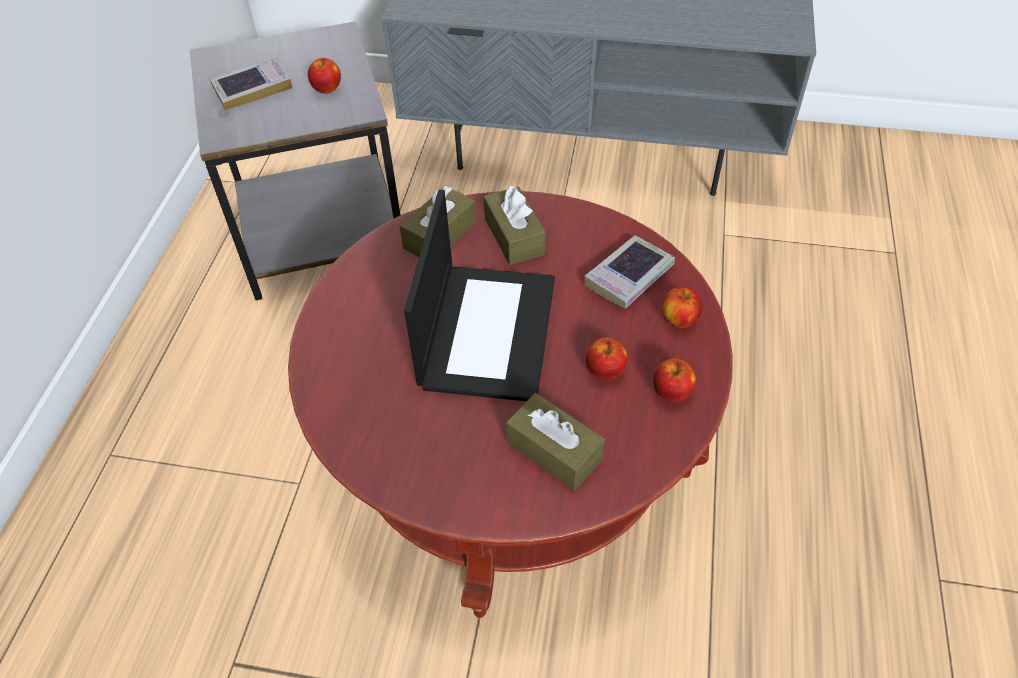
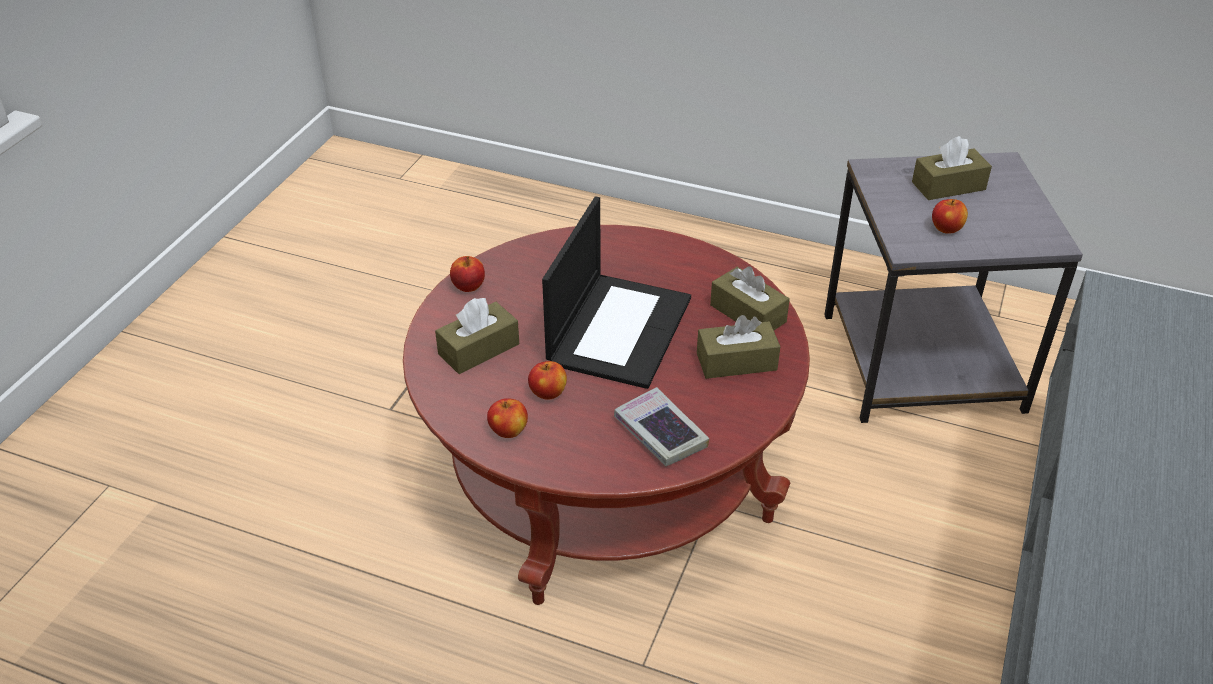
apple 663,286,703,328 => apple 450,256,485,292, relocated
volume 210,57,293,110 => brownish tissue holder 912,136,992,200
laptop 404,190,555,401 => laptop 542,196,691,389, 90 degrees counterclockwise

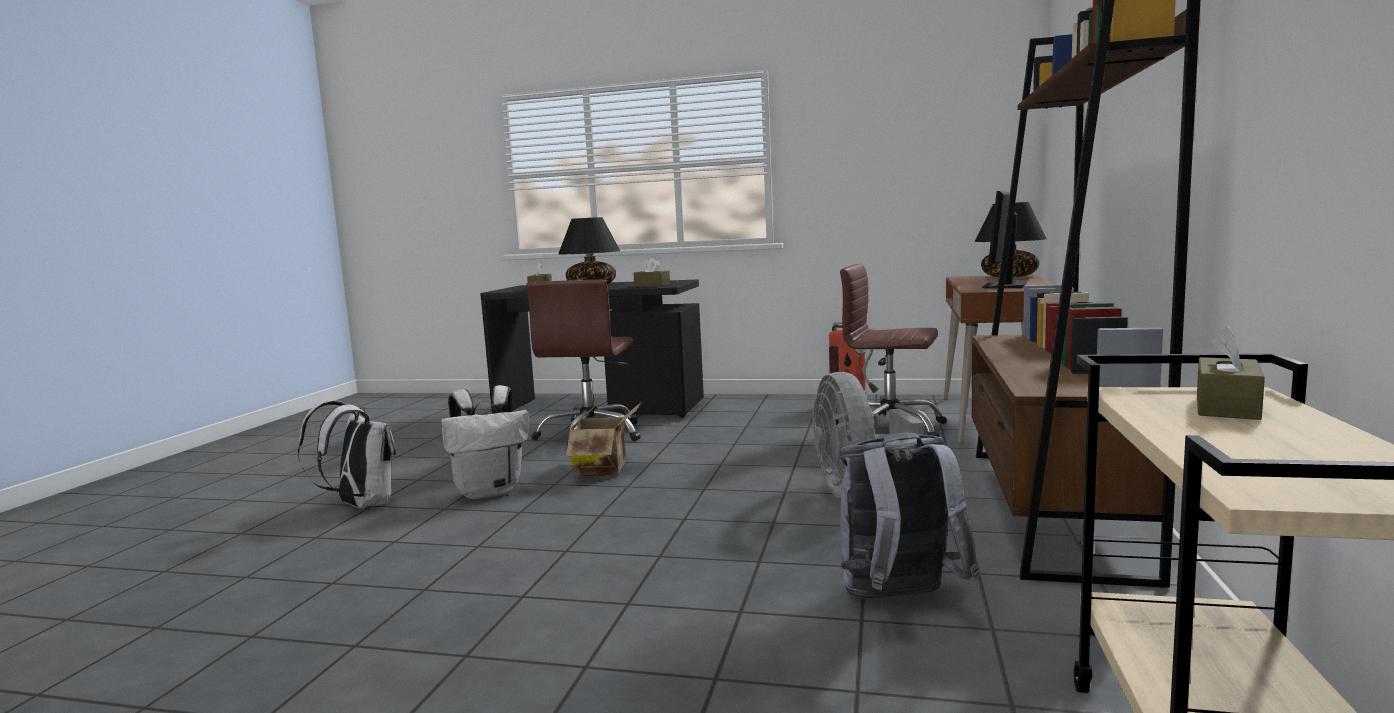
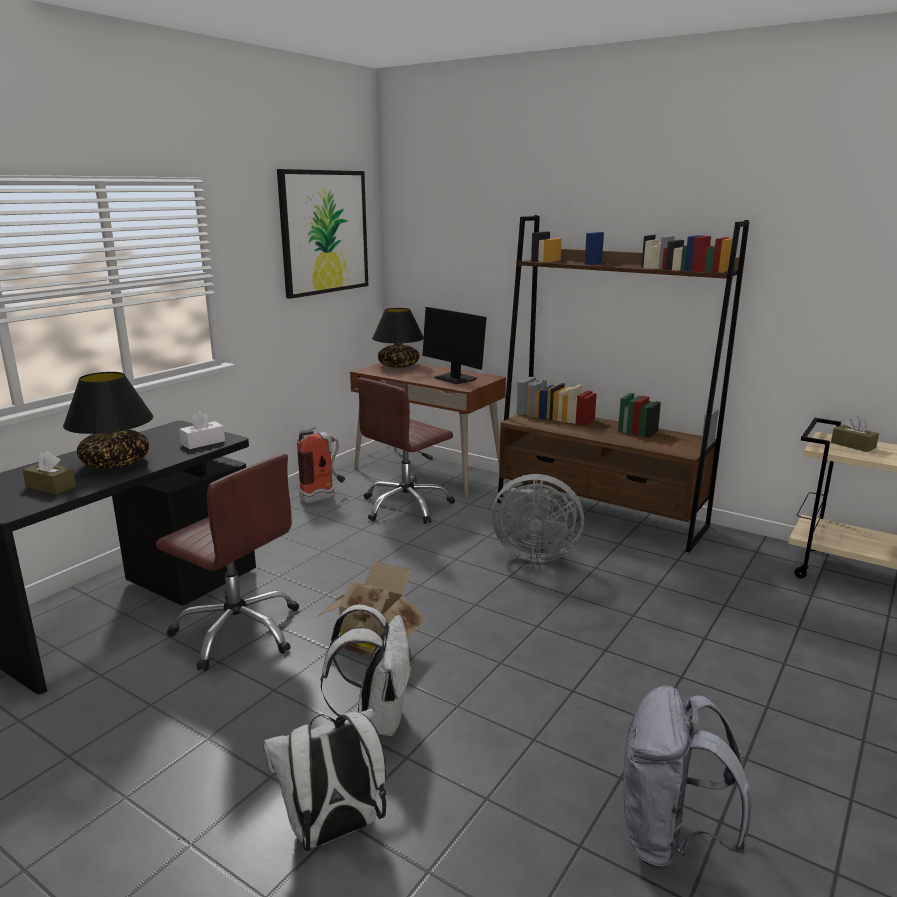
nothing => wall picture 277,169,368,299
grey backpack 839,432,980,599 => grey backpack 623,685,752,870, relocated
brownish tissue holder 633,258,670,287 => whitish tissue holder 179,411,225,449

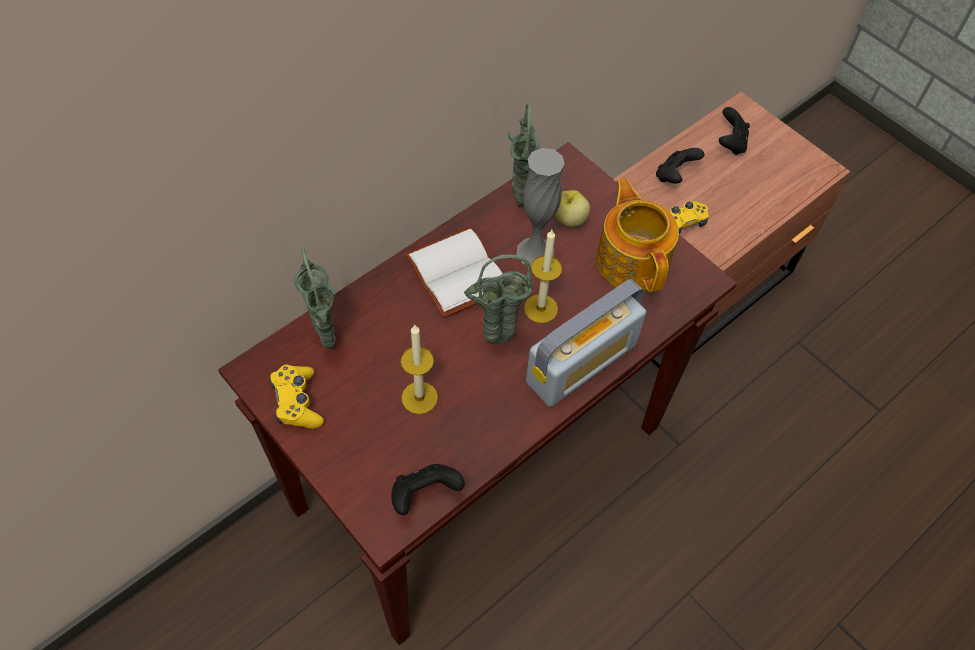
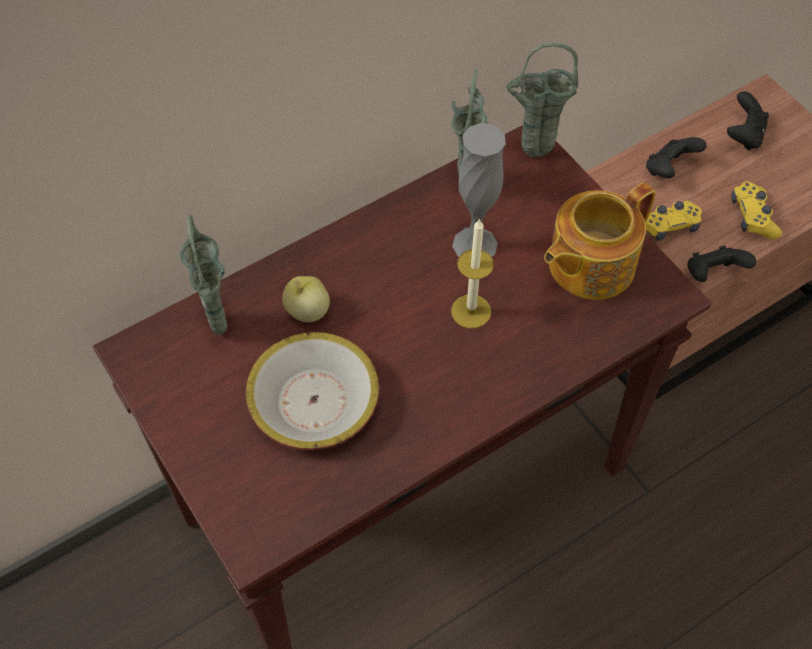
whitish volume 404,227,503,318 => nothing
radio receiver 526,279,646,407 => nothing
yellow-coloured joypad 270,365,324,429 => yellow-coloured joypad 731,182,782,240, relocated
black joypad 391,464,465,515 => black joypad 687,246,756,282, relocated
green-coloured vase 464,255,533,344 => green-coloured vase 506,43,578,157, relocated
apple 554,190,590,227 => apple 282,276,330,322, relocated
wax candle 401,325,438,414 => serving bowl 246,332,379,450
pot for tea 596,178,679,293 => pot for tea 544,183,655,300, 120 degrees counterclockwise

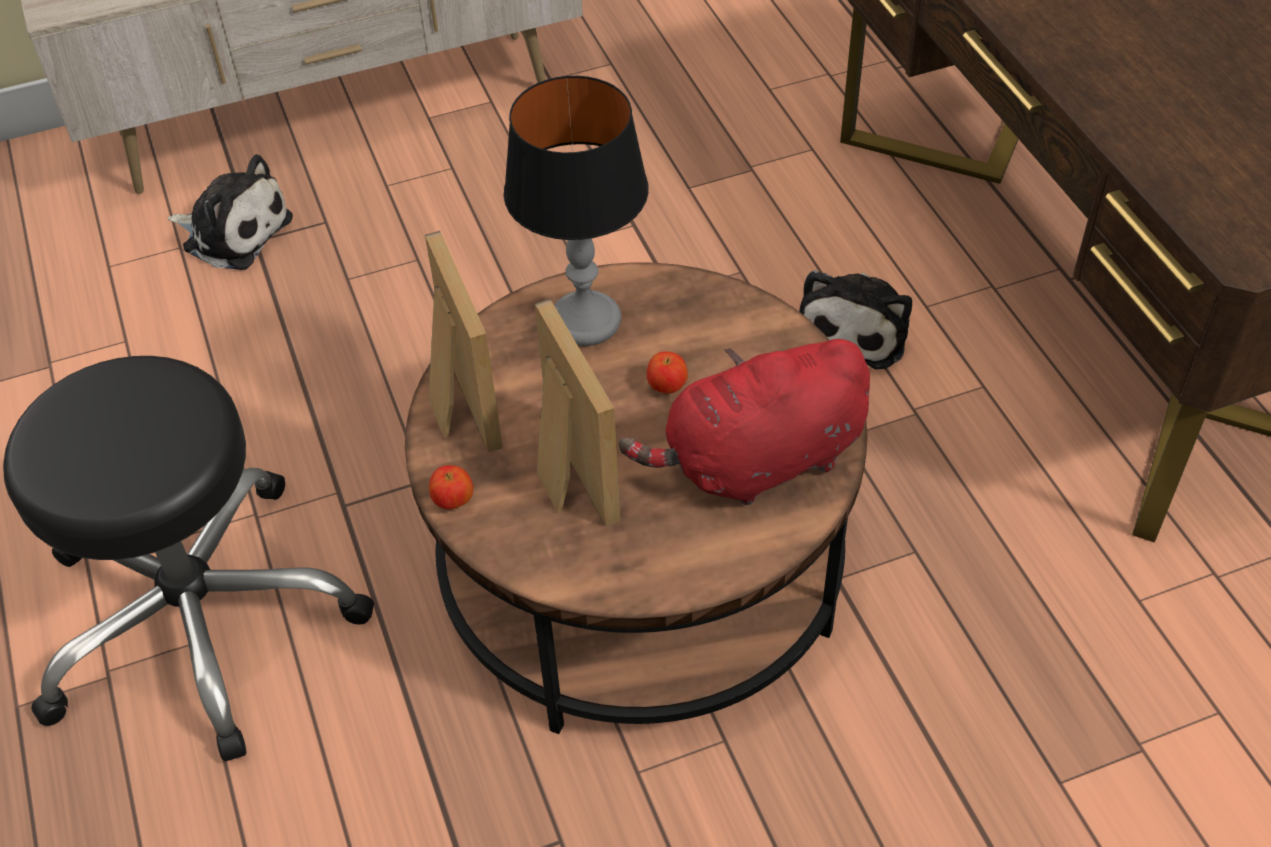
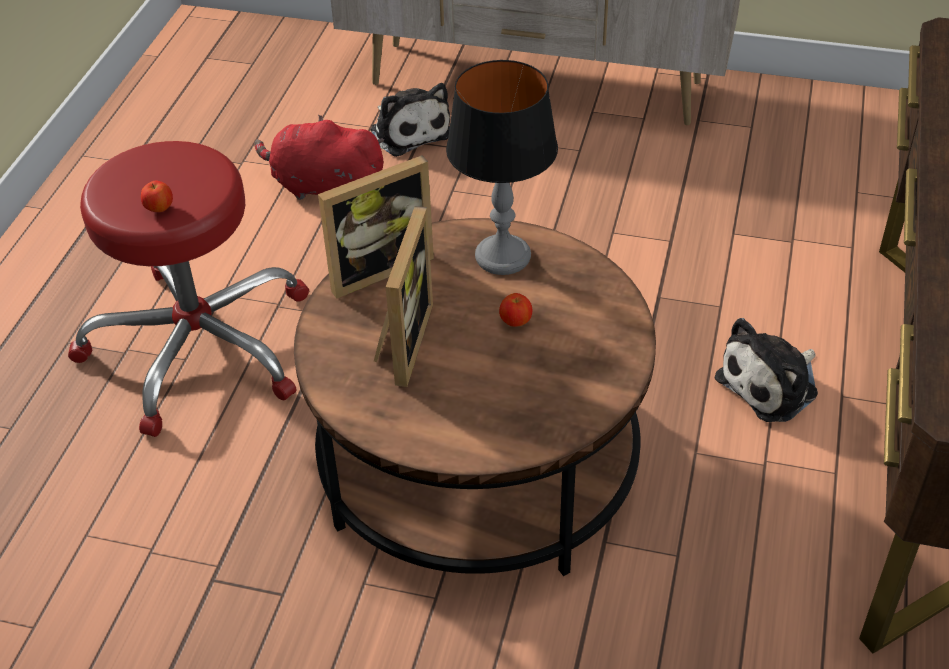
apple 429,465,473,509 => apple 141,181,173,212, relocated
red soft toy 619,339,870,505 => red soft toy 254,114,384,200, relocated
black stool 3,356,374,762 => red stool 68,141,309,437
standing frame 425,231,503,453 => standing frame 318,155,434,299, 45 degrees clockwise

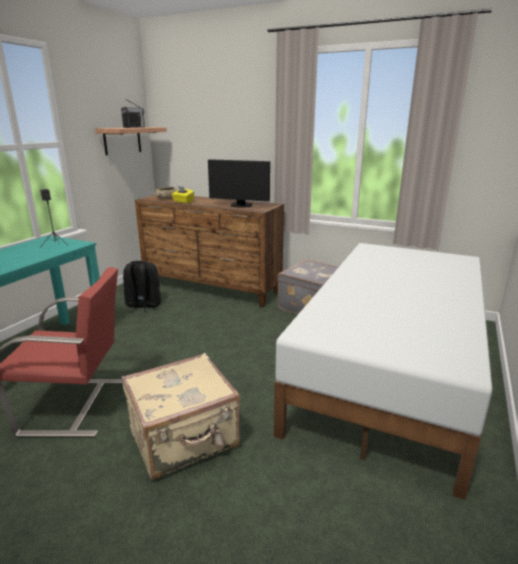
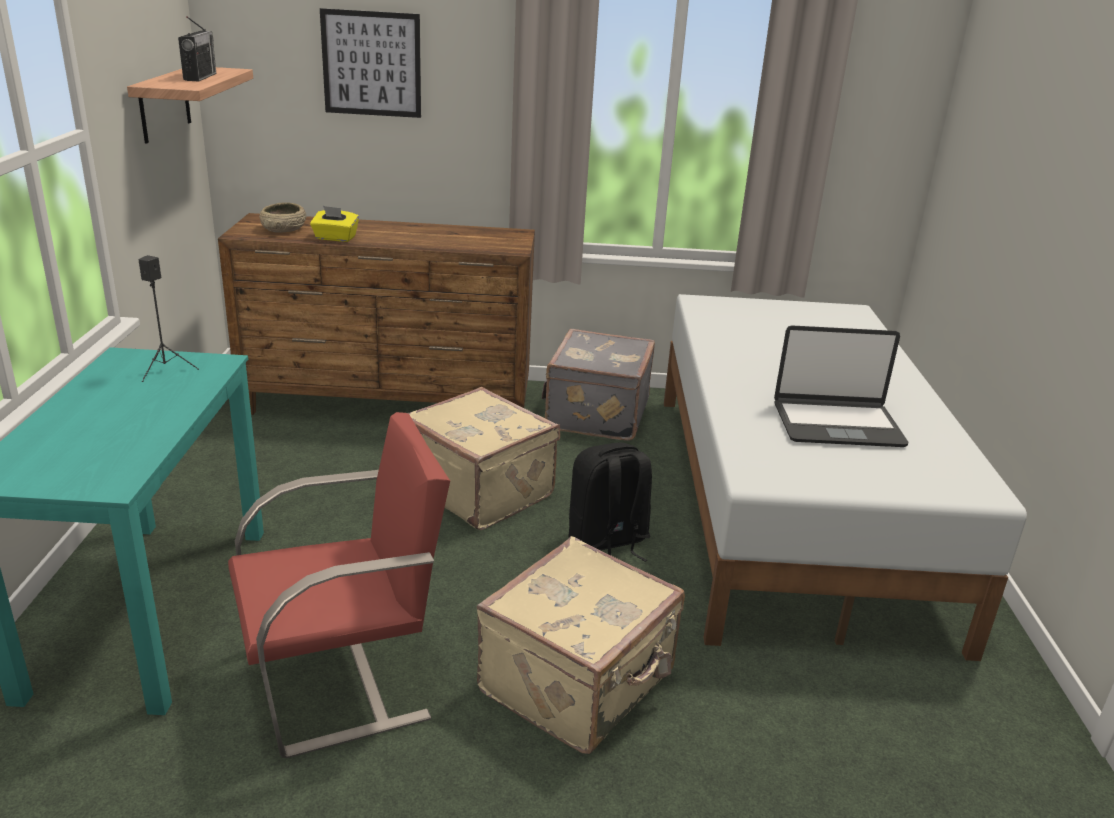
monitor 208,159,270,208 => nothing
nothing => wall picture 320,8,421,118
nothing => beige-coloured suitcase 408,387,560,530
nothing => laptop 774,325,908,447
black backpack 123,261,161,313 => black backpack 569,442,652,562, relocated

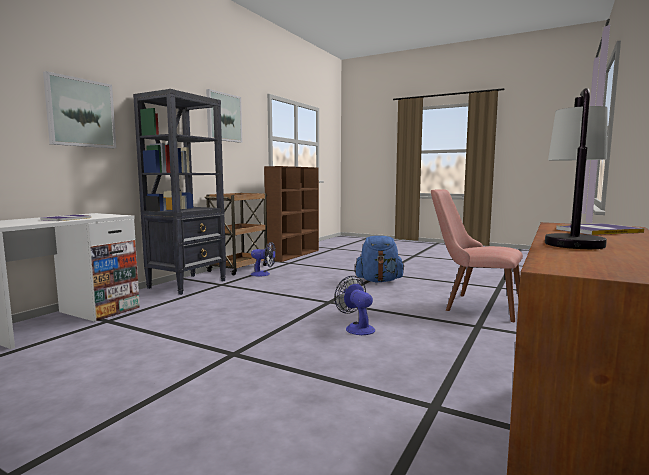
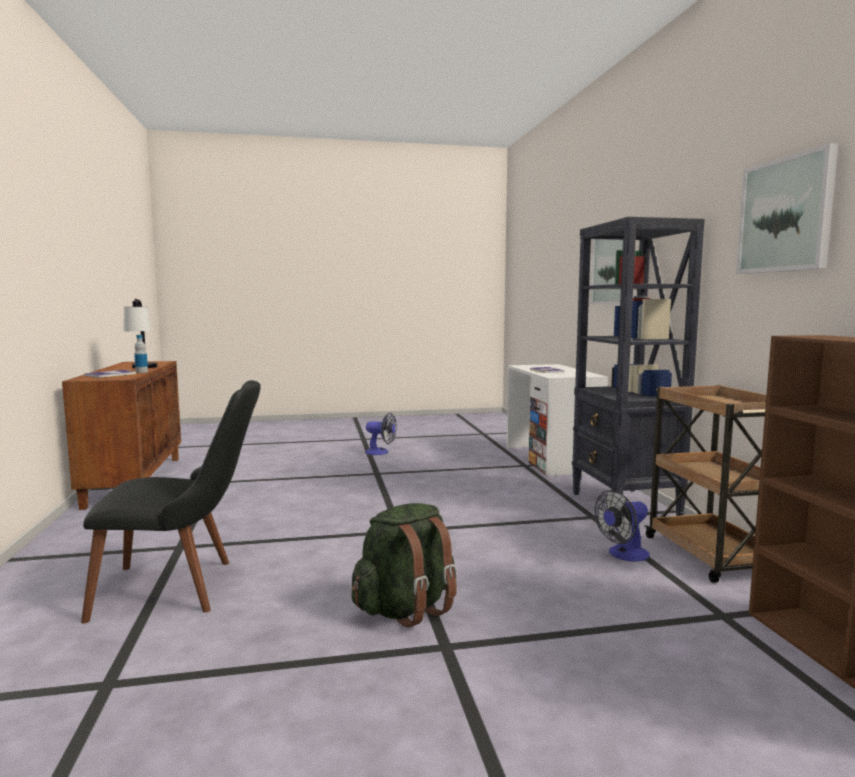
nothing => beverage bottle 134,335,148,373
fan 334,276,375,335 => fan 365,413,396,455, relocated
blue-coloured backpack 355,236,405,282 => green-coloured backpack 352,503,457,628
pinkish plain chair 431,189,523,322 => black plain chair 81,380,261,623

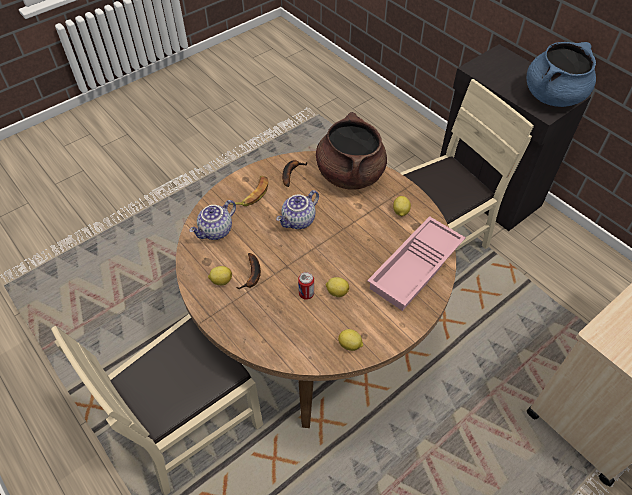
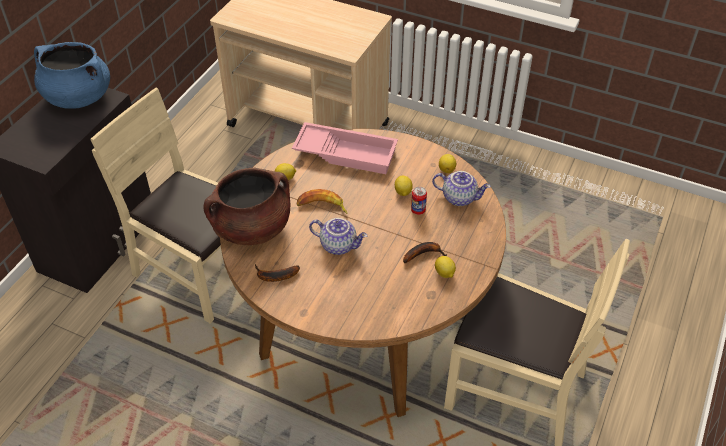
pot for tea 189,200,236,240 => pot for tea 432,171,491,206, relocated
whole banana 229,176,268,206 => whole banana 296,189,347,214, relocated

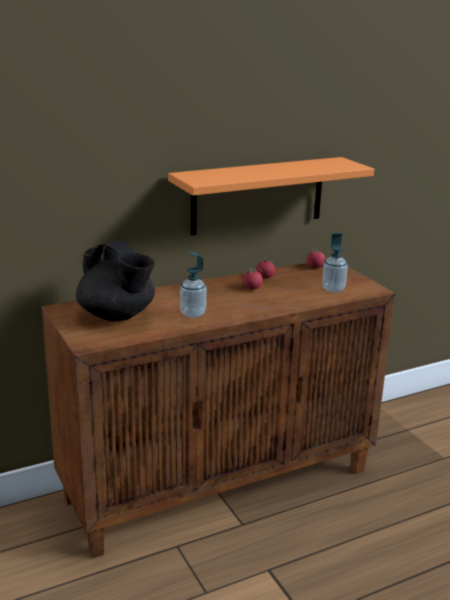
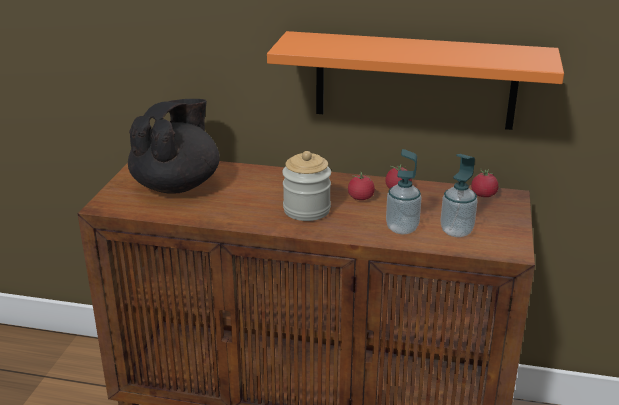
nothing => jar 282,151,331,221
soap dispenser 180,252,206,318 => soap dispenser 386,149,421,234, relocated
black pot for tea 76,241,155,321 => black pot for tea 128,99,220,194, 150 degrees counterclockwise

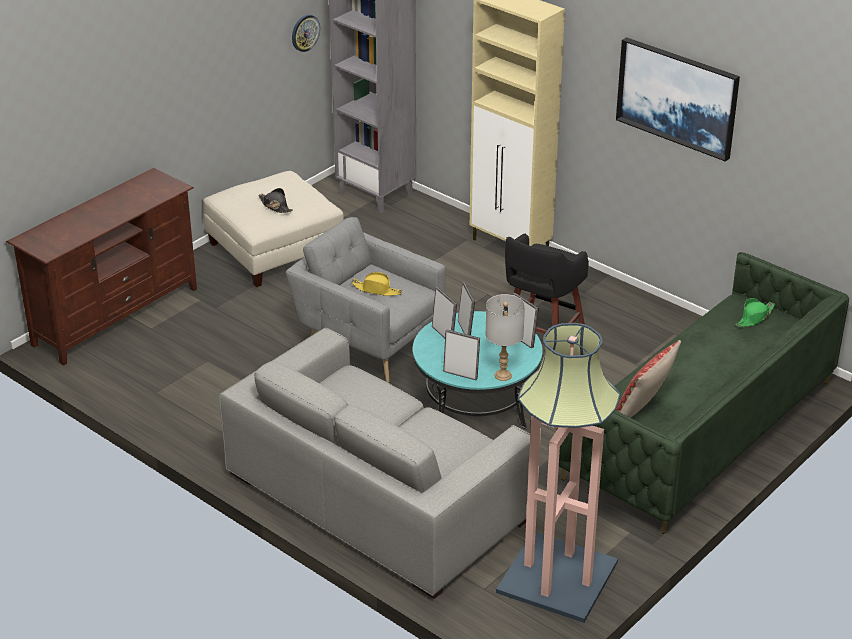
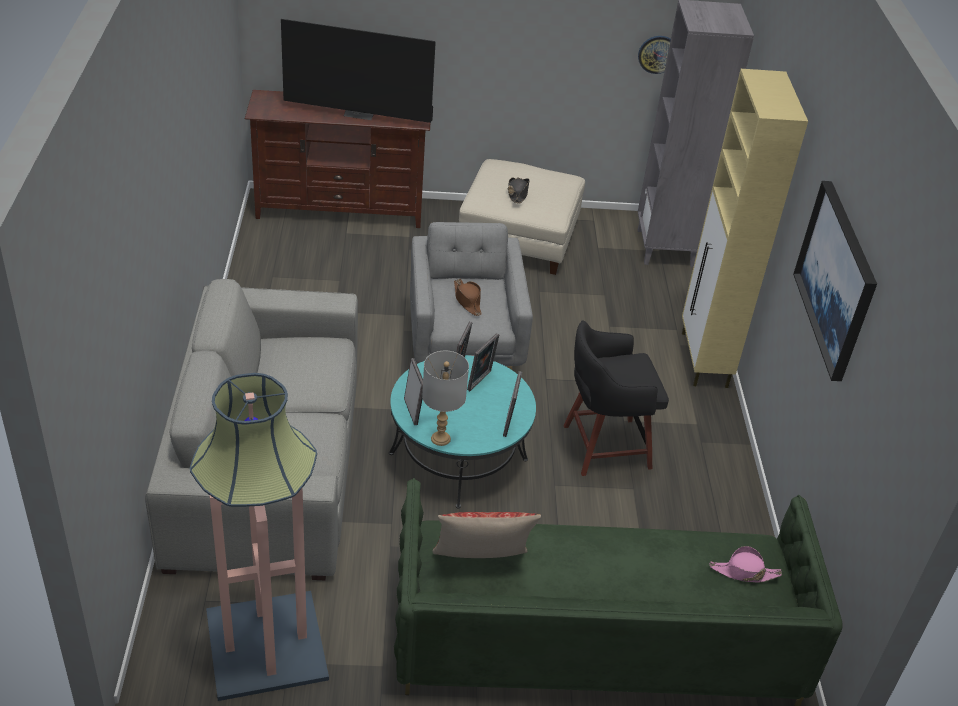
nothing => TV set 281,19,436,123
yellow-coloured wearable hat 351,272,403,296 => brownish wearable hat 454,279,482,316
green-coloured wearable hat 736,298,775,327 => pinkish wearable hat 710,546,782,582

